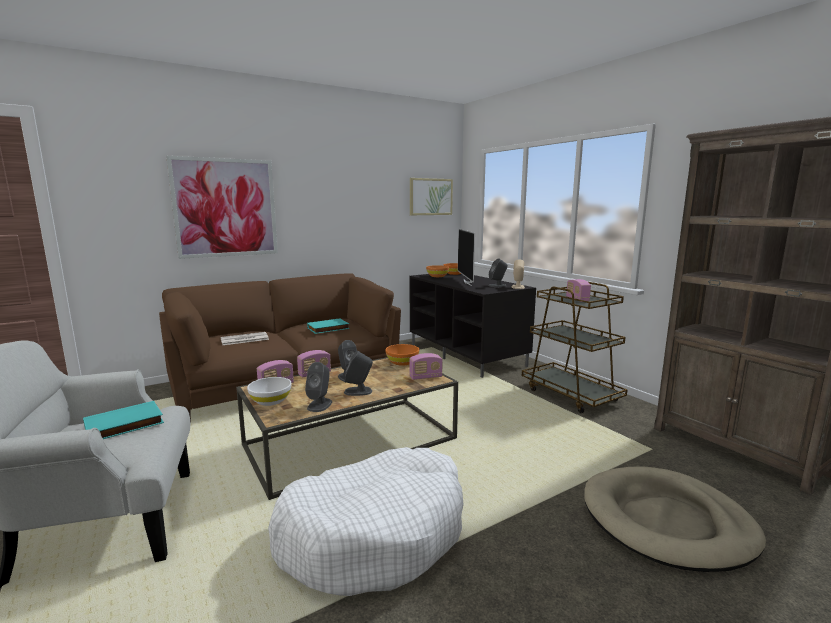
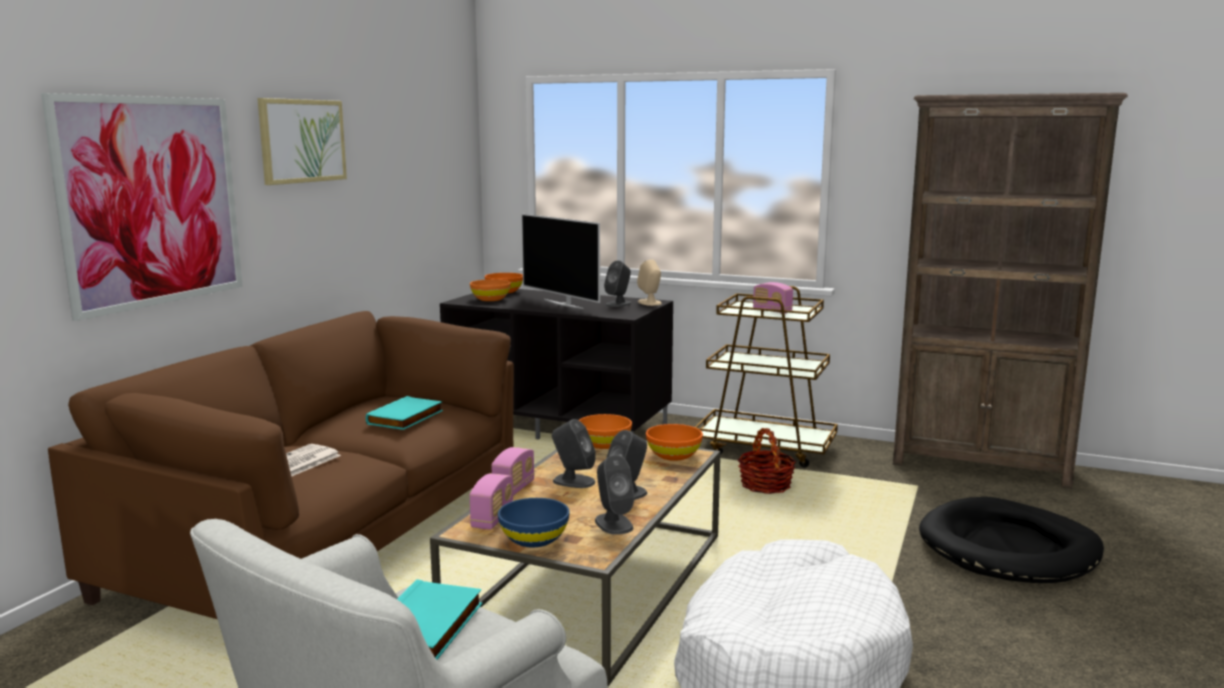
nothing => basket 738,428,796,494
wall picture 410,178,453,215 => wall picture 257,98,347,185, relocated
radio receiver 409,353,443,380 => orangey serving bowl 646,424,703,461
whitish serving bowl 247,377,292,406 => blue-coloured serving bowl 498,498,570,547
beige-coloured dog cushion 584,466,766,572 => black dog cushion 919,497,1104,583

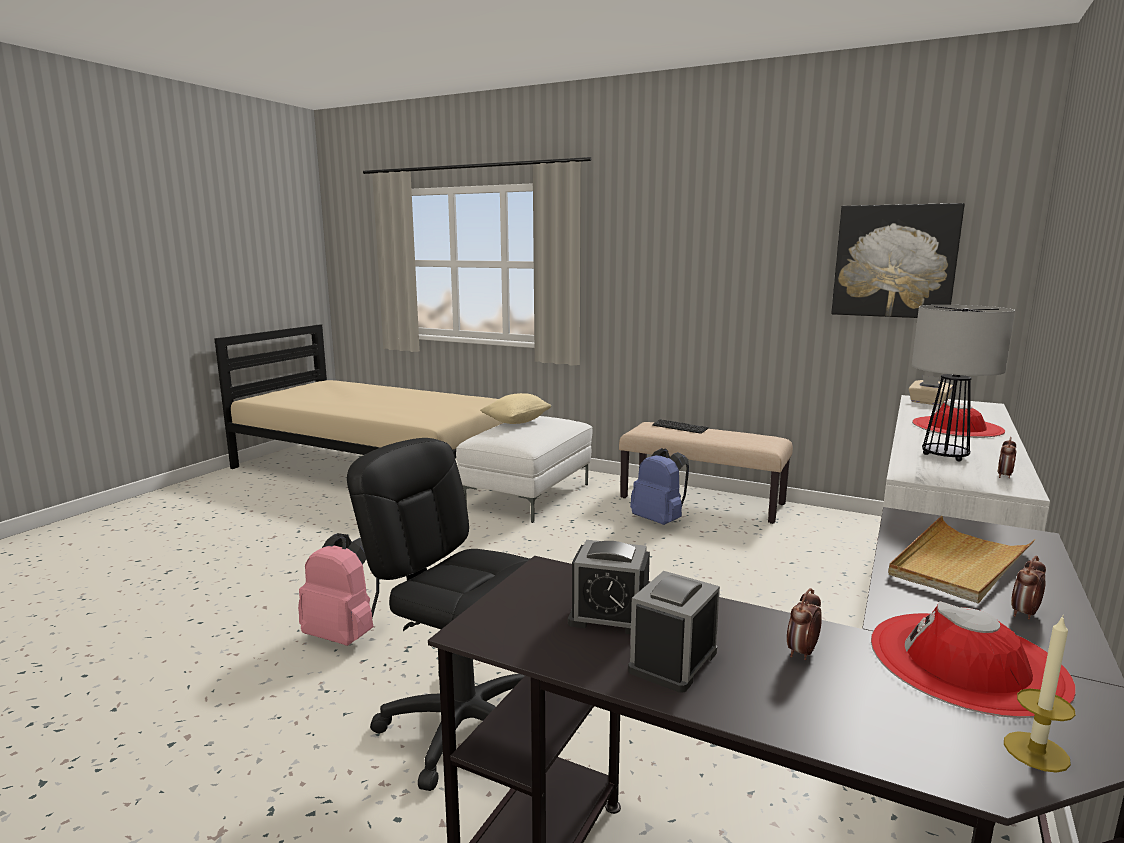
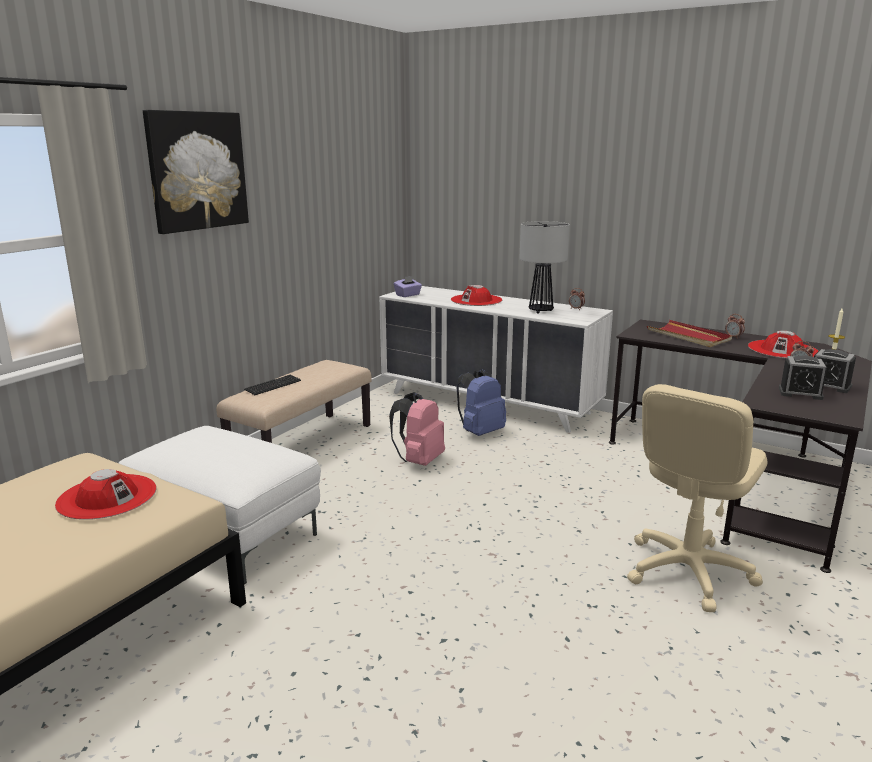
beige-coloured cushion 480,393,552,424 => nothing
nothing => red wearable hat 55,469,157,520
pinkish backpack 298,533,379,646 => pinkish backpack 389,392,445,466, relocated
blue-coloured backpack 630,448,689,525 => blue-coloured backpack 456,369,506,436, relocated
wall picture 831,203,965,318 => wall picture 143,110,249,234, relocated
black computer chair 347,438,530,791 => beige-coloured computer chair 627,384,767,612
beige-coloured serving tray 888,516,1035,604 => red serving tray 647,320,732,347
beige-coloured tissue holder 909,375,953,406 => purple-coloured tissue holder 394,276,422,297
table clock 568,540,650,634 => table clock 779,356,827,400, 90 degrees clockwise

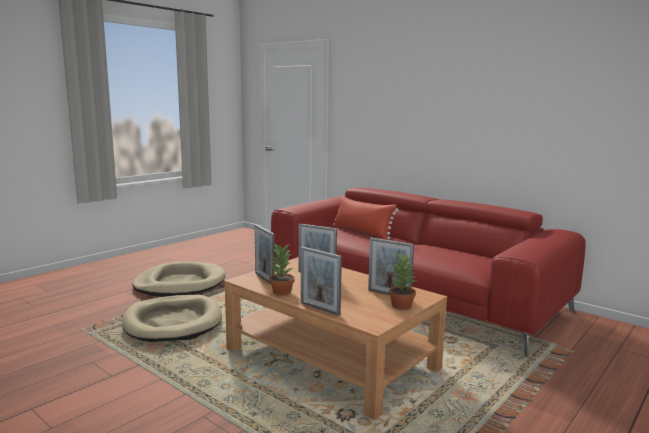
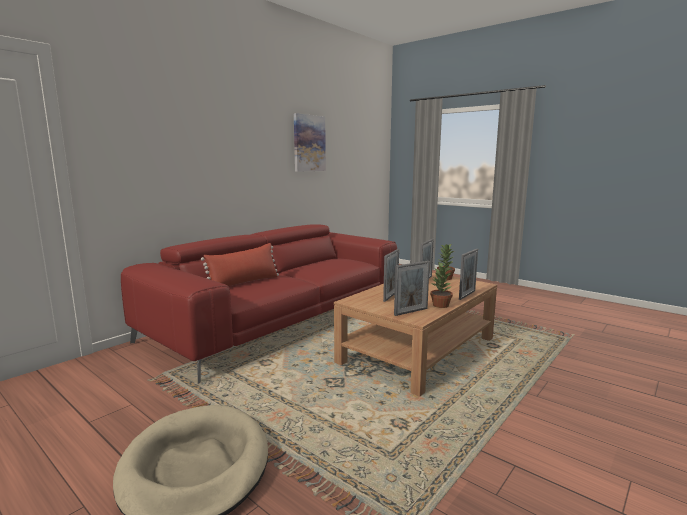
beige-coloured dog cushion 122,295,222,342 => nothing
nothing => wall picture 294,113,326,172

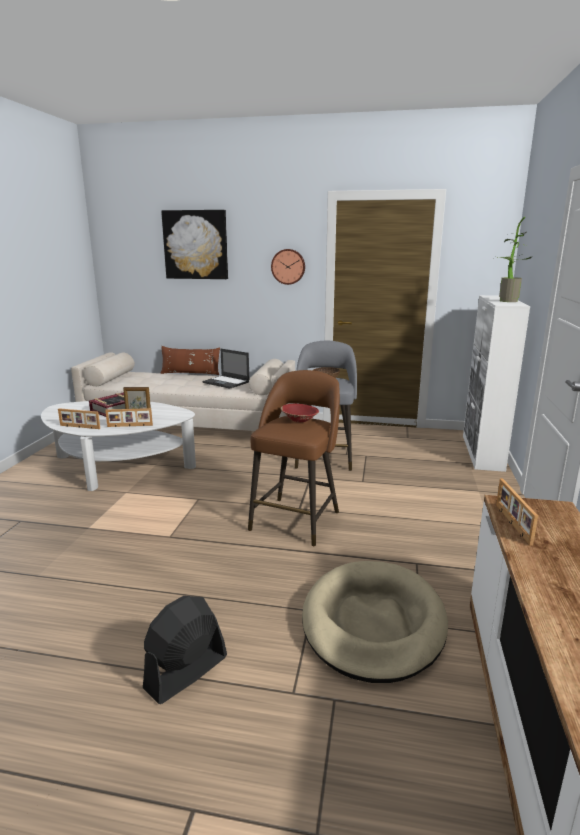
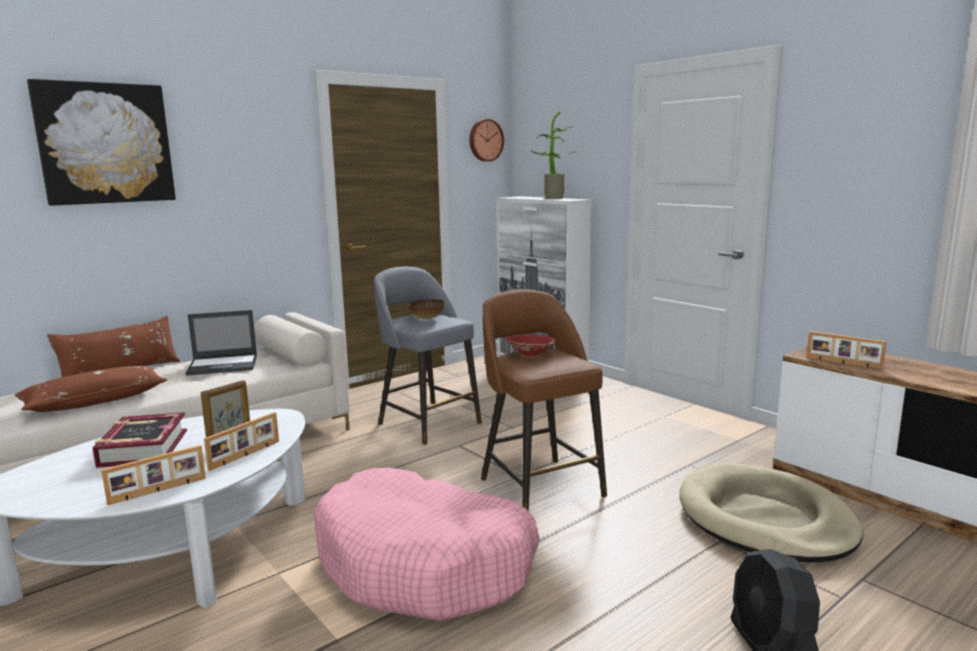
nothing => brownish cushion 15,366,167,412
nothing => pinkish dog cushion 314,468,540,620
clock on the wall 271,249,305,285 => clock on the wall 469,119,504,162, relocated

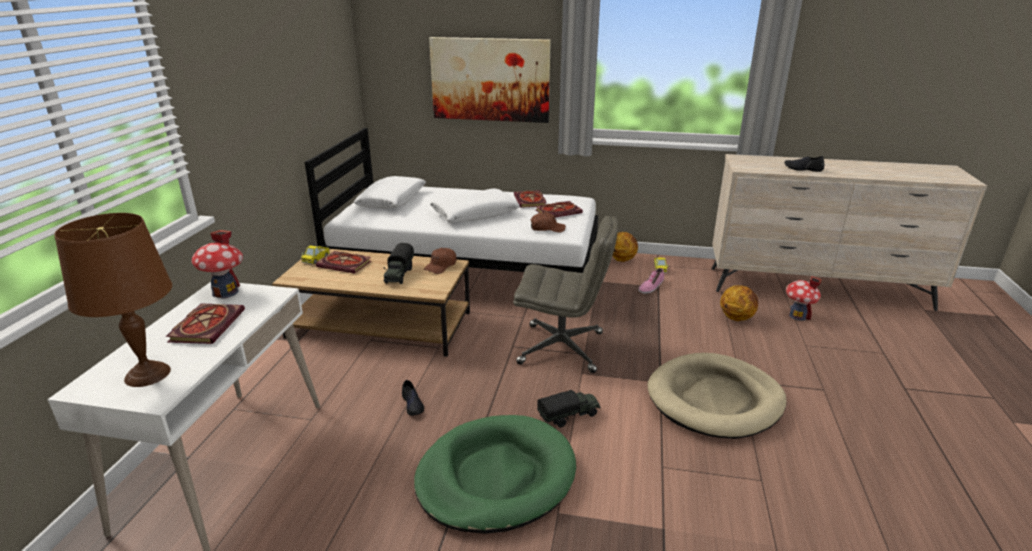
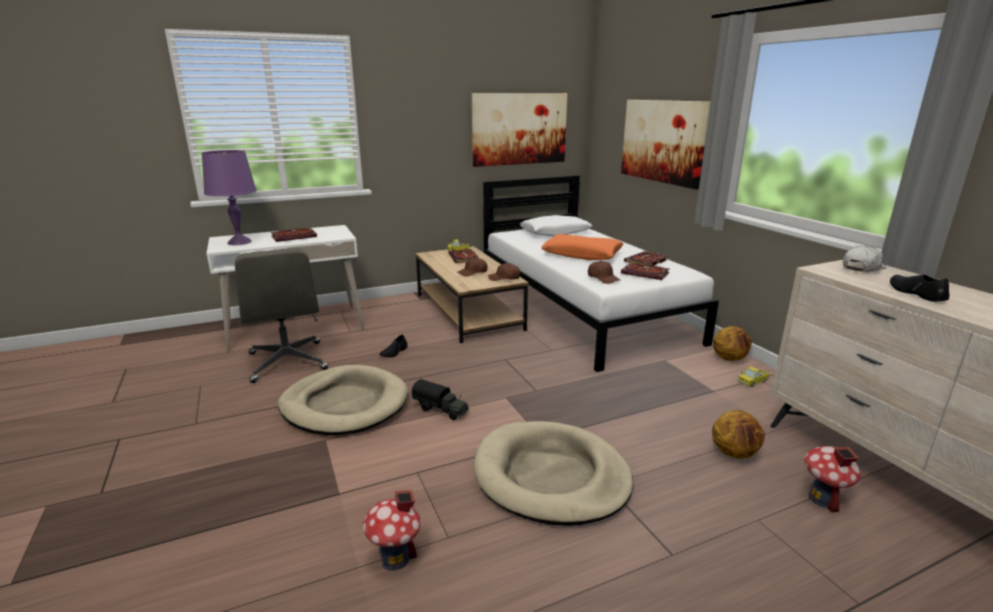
item of footwear 638,268,664,294 => nothing
nothing => wall picture 472,93,567,167
nothing => whitish baseball cap 843,245,886,272
model house 191,230,243,298 => model house 363,490,421,571, relocated
grey computer chair 513,216,618,373 => grey computer chair 235,248,328,383, relocated
model truck 384,243,414,284 => brownish baseball cap 458,257,487,277
brownish table lamp 54,213,172,387 => purple-coloured table lamp 202,150,257,245
green-coloured dog cushion 414,415,576,534 => beige-coloured dog cushion 278,365,408,435
whitish cushion 430,189,520,222 => orangey cushion 541,234,623,260

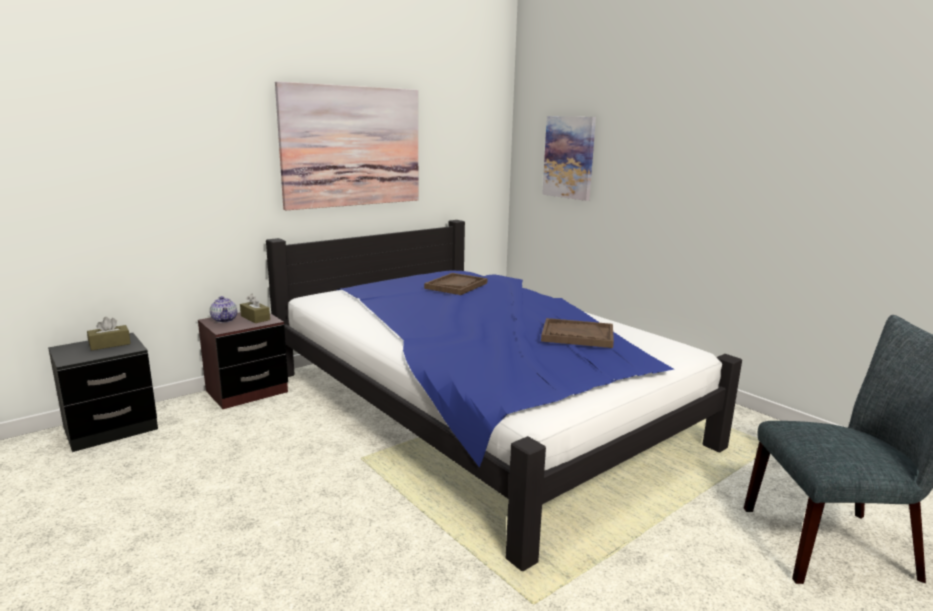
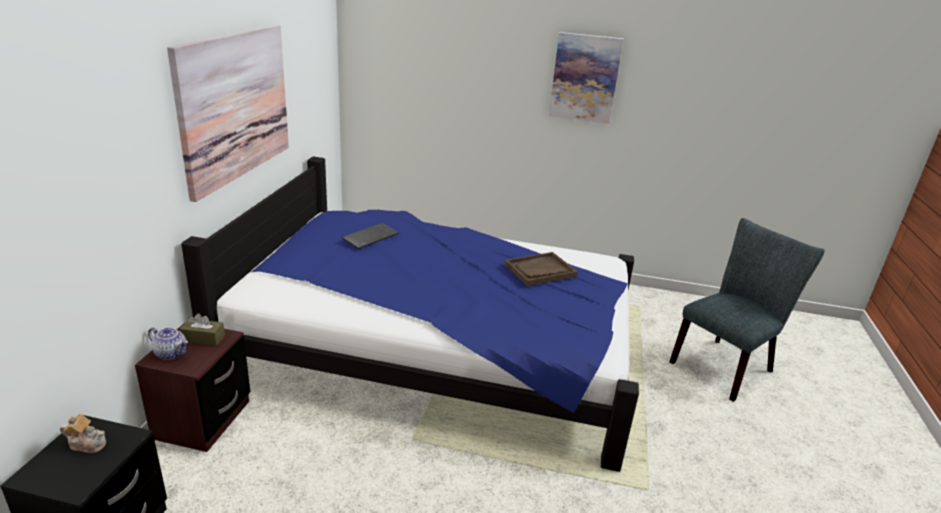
wall picture 542,116,596,201 => wall picture 549,32,624,124, relocated
brownish tissue holder 87,317,131,351 => pot for tea 60,414,106,453
brownish serving tray 424,273,487,295 => PC keyboard 342,223,399,249

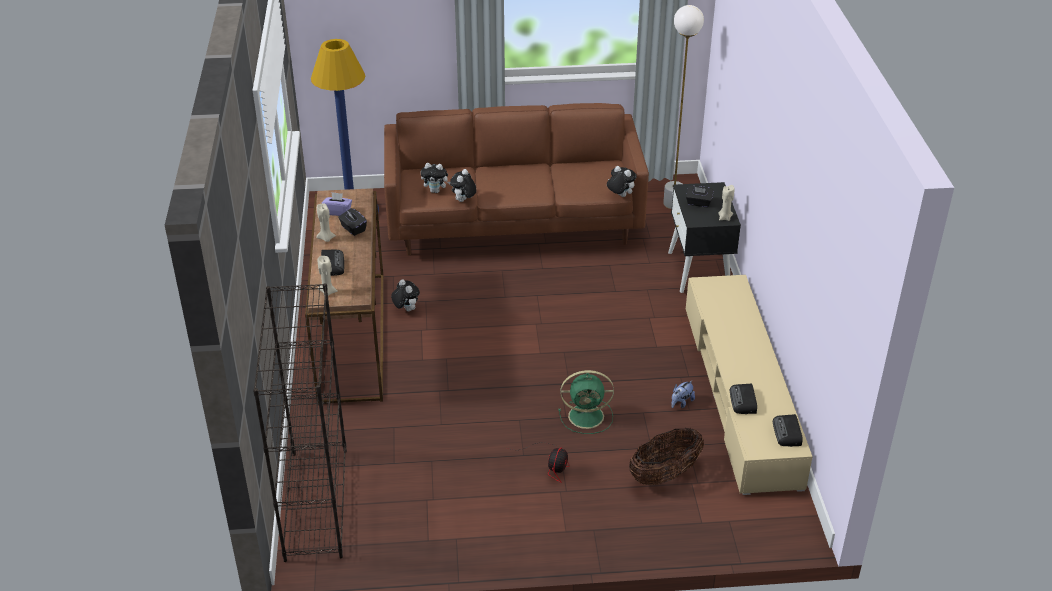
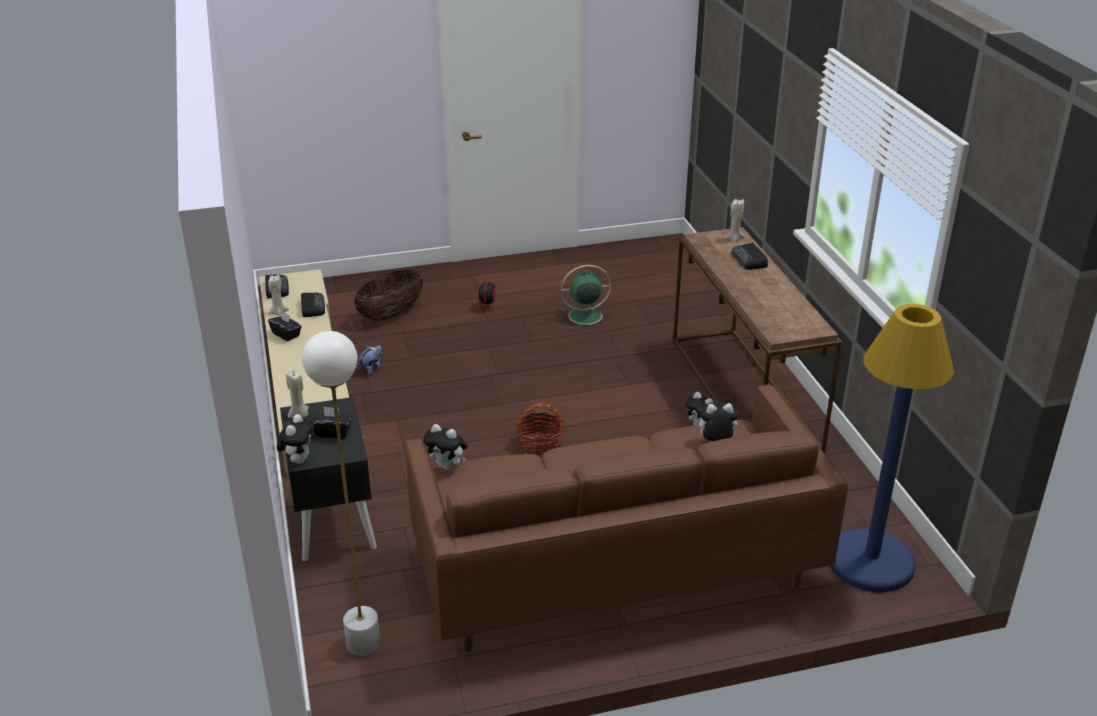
black bookcase 253,283,347,562 => nothing
purple-coloured tissue holder 322,192,352,216 => nothing
nothing => basket 515,403,565,456
beige-coloured wax candle 316,204,336,242 => beige-coloured wax candle 268,275,289,316, relocated
black tissue holder 338,208,367,236 => black tissue holder 268,312,302,341, relocated
soft toy 450,169,476,202 => soft toy 277,414,314,464, relocated
green-coloured fan 558,370,614,434 => green-coloured fan 560,265,613,330, relocated

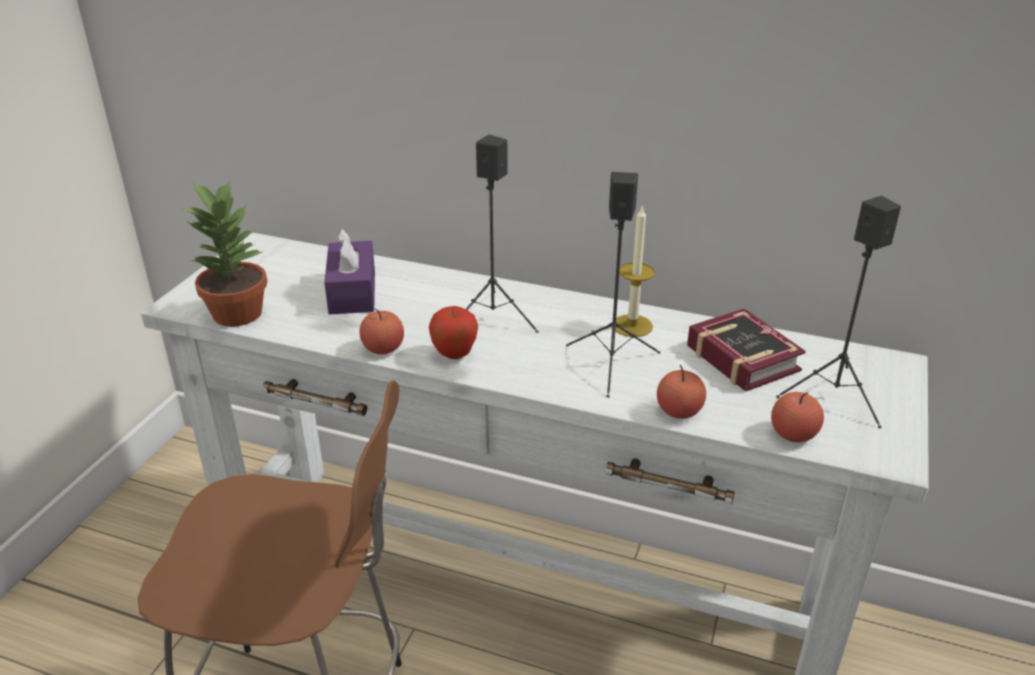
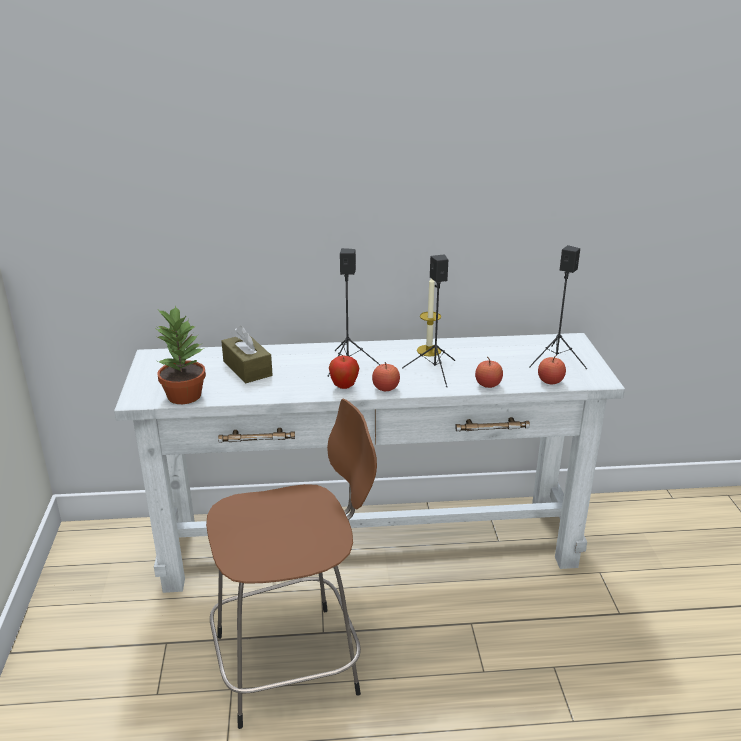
volume 687,308,806,391 => nothing
apple 359,309,404,354 => apple 372,362,400,391, relocated
purple-coloured tissue holder 324,228,375,315 => brownish tissue holder 221,326,273,383

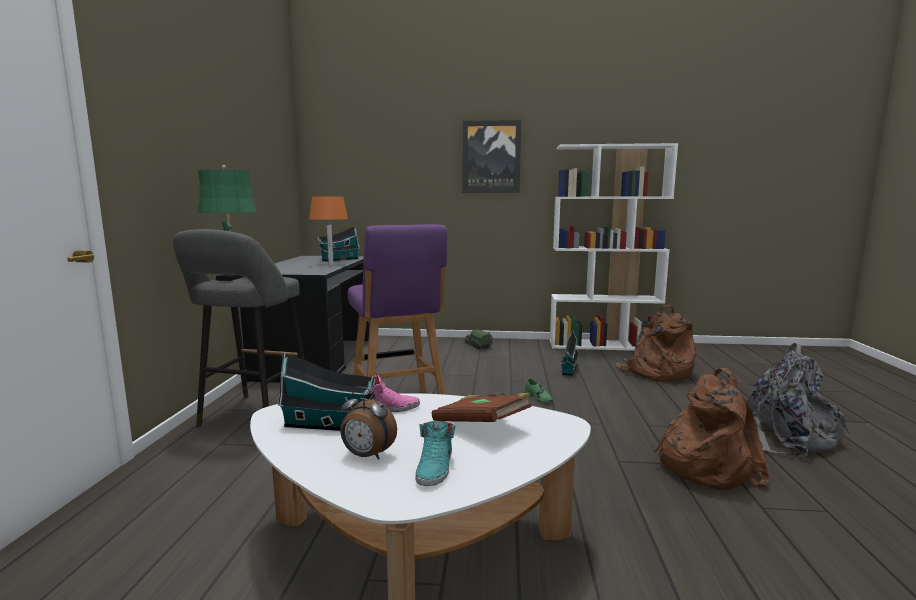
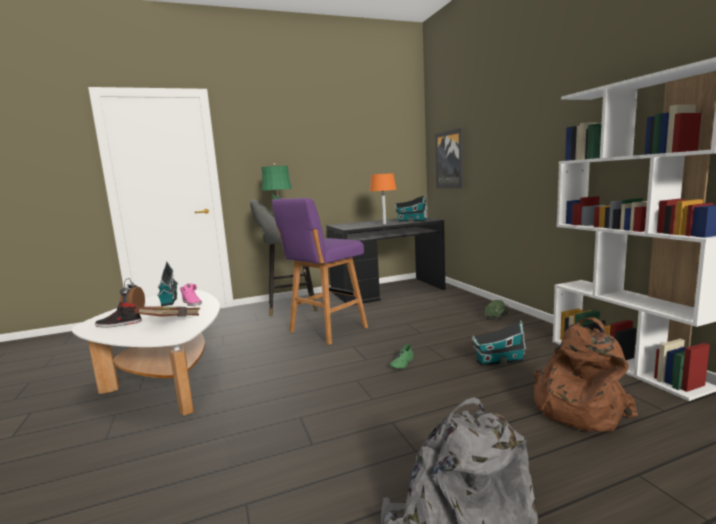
brownish backpack 653,368,769,490 => nothing
wall picture 463,120,521,193 => wall picture 435,128,463,189, relocated
blue-green item of footwear 415,421,455,486 => black item of footwear 95,302,142,328

